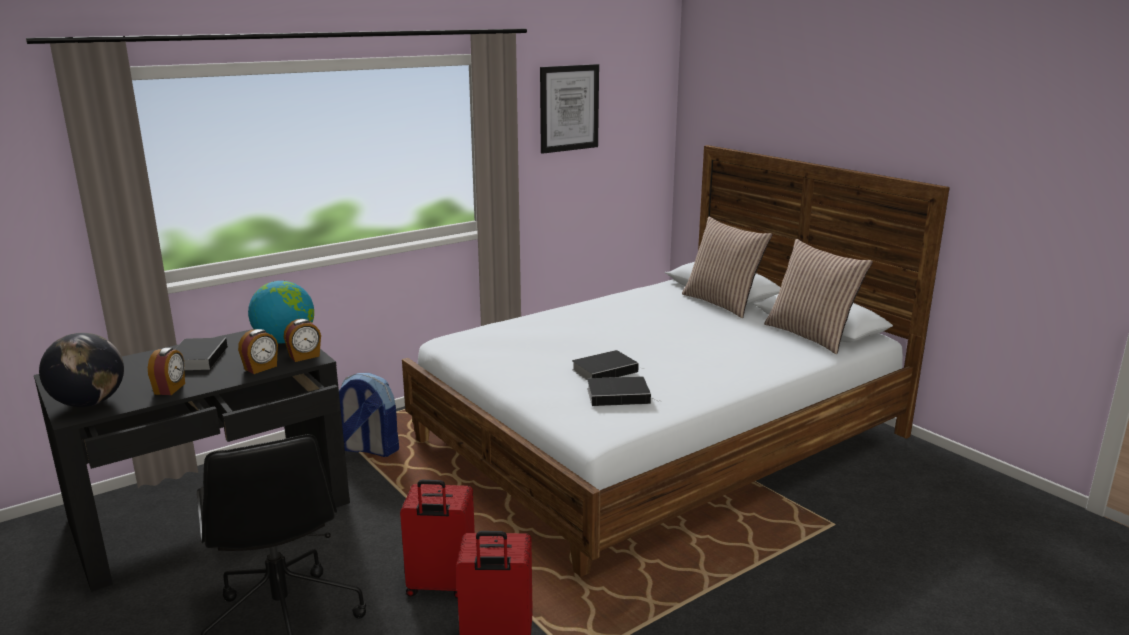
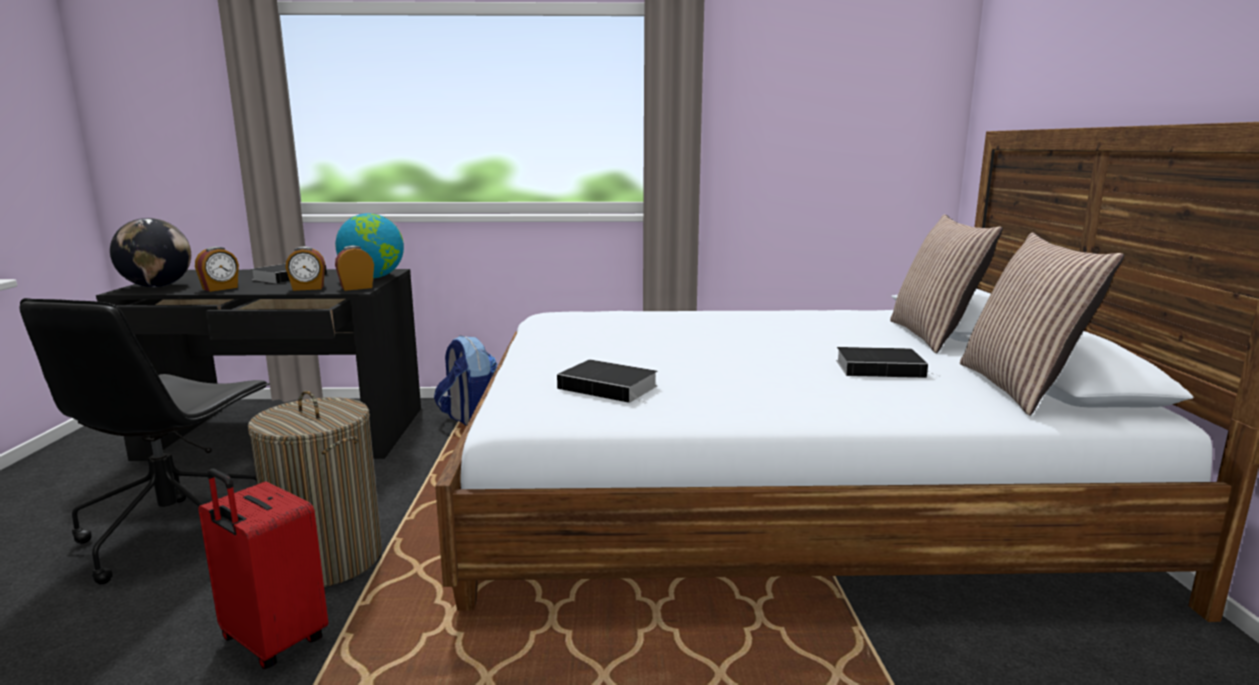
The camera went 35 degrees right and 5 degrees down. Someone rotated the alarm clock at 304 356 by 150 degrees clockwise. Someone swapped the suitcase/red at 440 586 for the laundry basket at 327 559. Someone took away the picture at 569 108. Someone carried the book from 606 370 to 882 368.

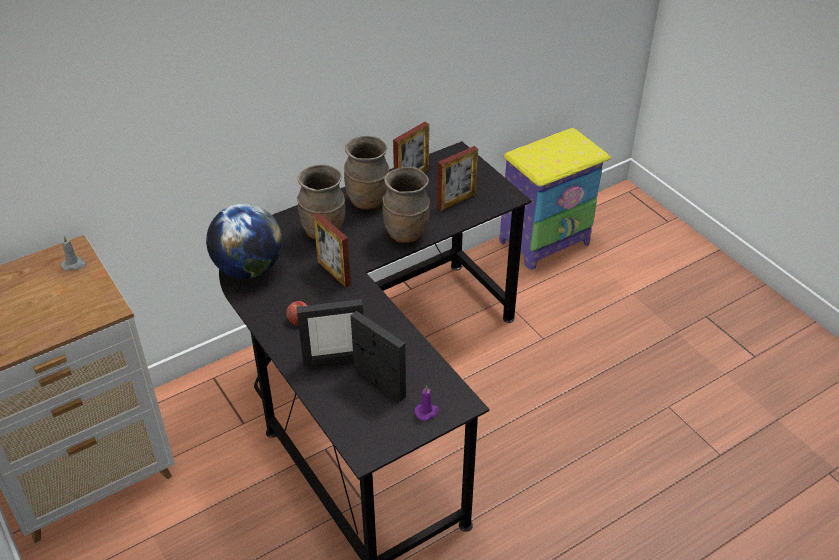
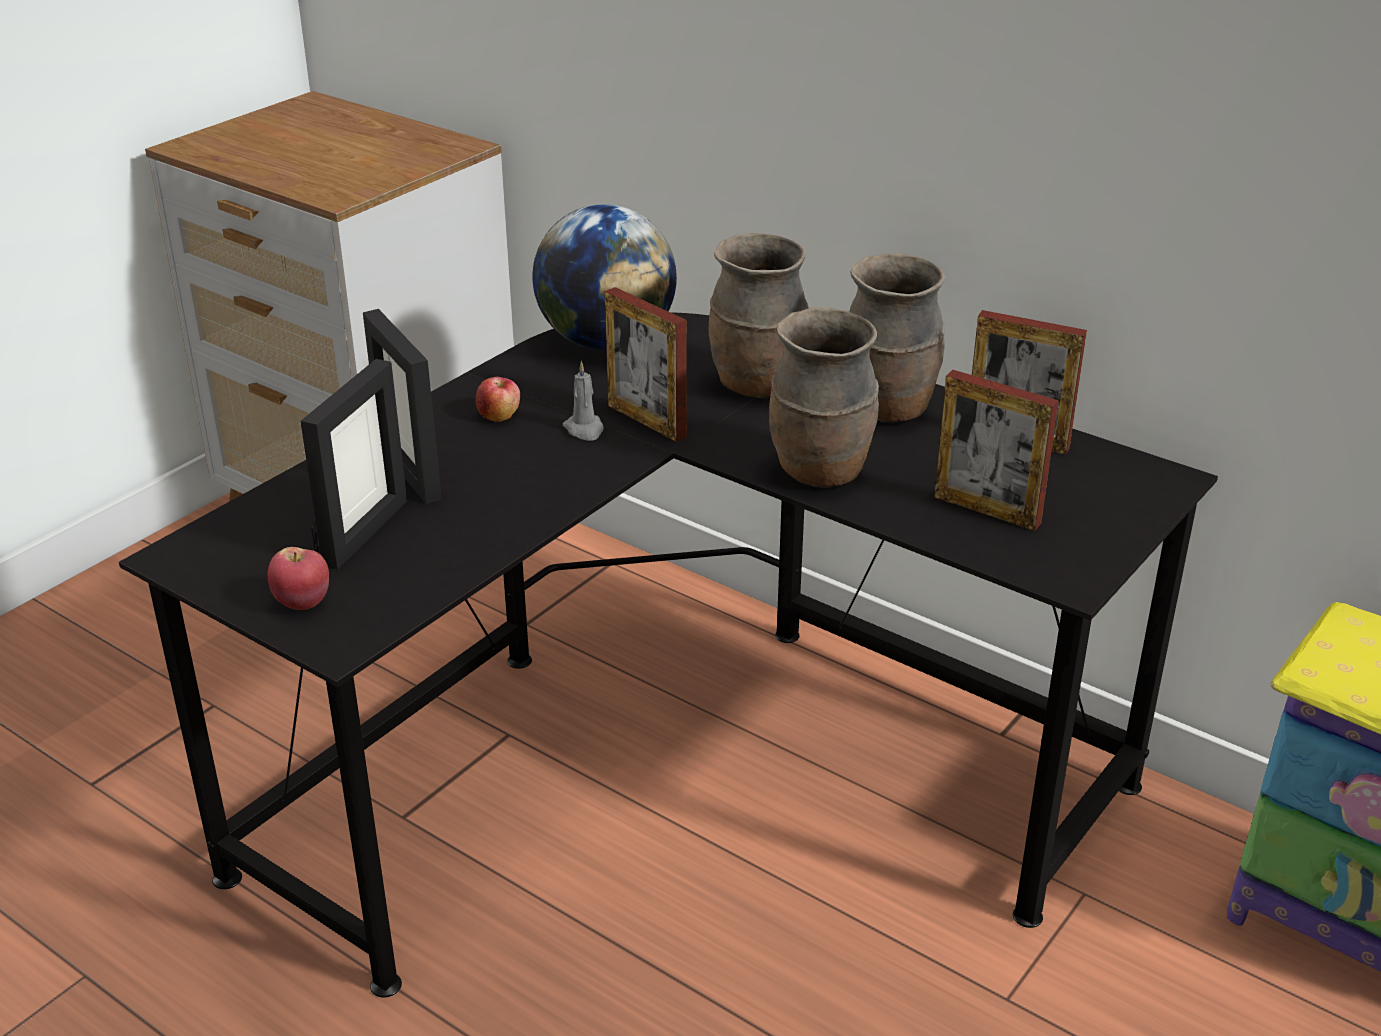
The camera went 70 degrees right and 10 degrees down. Someone carried the candle/grey from 74 265 to 584 430. Someone rotated the picture frame at 334 273 by 75 degrees counterclockwise. Someone swapped the candle/purple at 427 412 for the apple at 303 602.

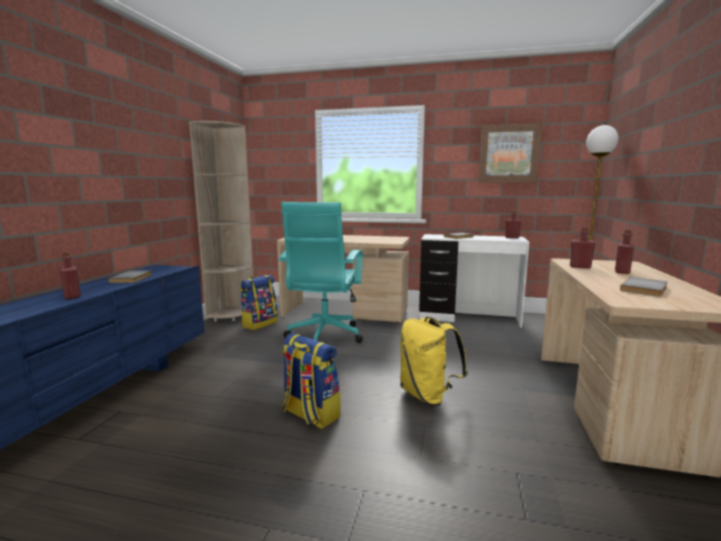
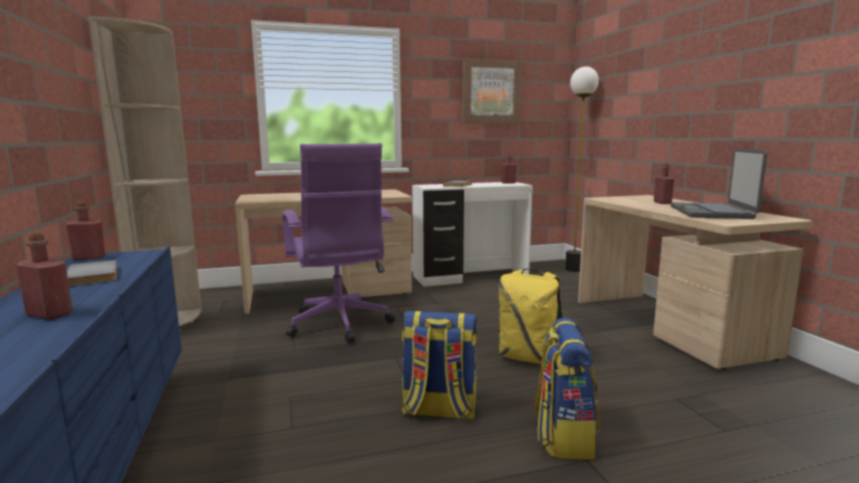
The camera went 30 degrees left and 0 degrees up. Someone carried the backpack from 259 324 to 563 435. Someone repainted the office chair/turquoise at 324 337, which became the office chair/purple at 340 326. Someone carried the bottle/red from 580 267 to 89 258. Someone swapped the book/grey at 646 289 for the laptop at 712 212.

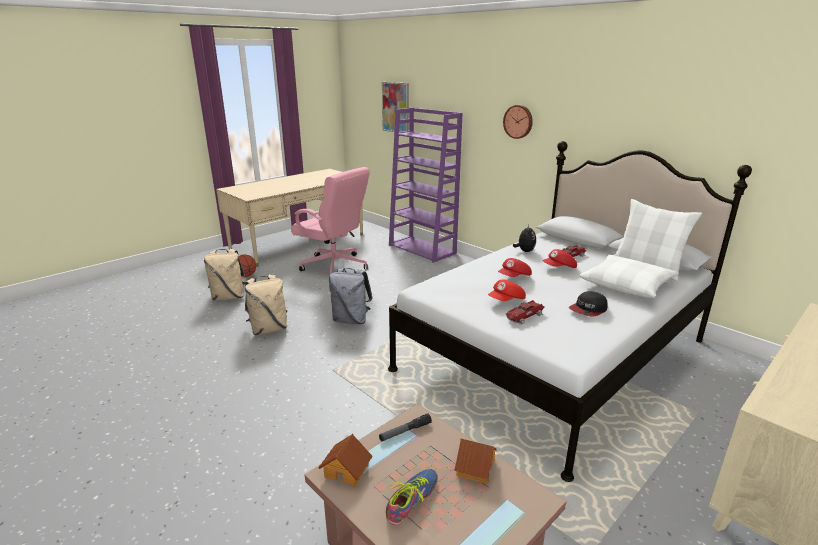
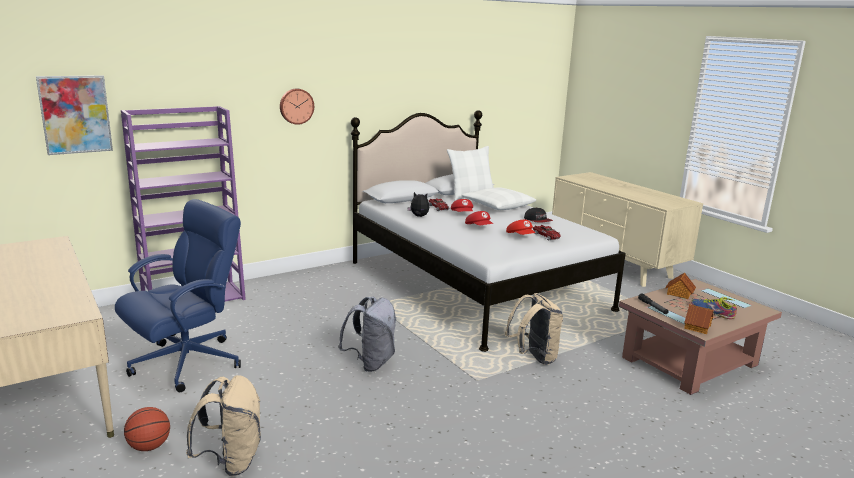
The camera went 80 degrees left and 5 degrees down. Someone carried the backpack/beige from 269 329 to 534 357. Someone repainted the office chair/pink at 334 265, which became the office chair/blue at 186 363.

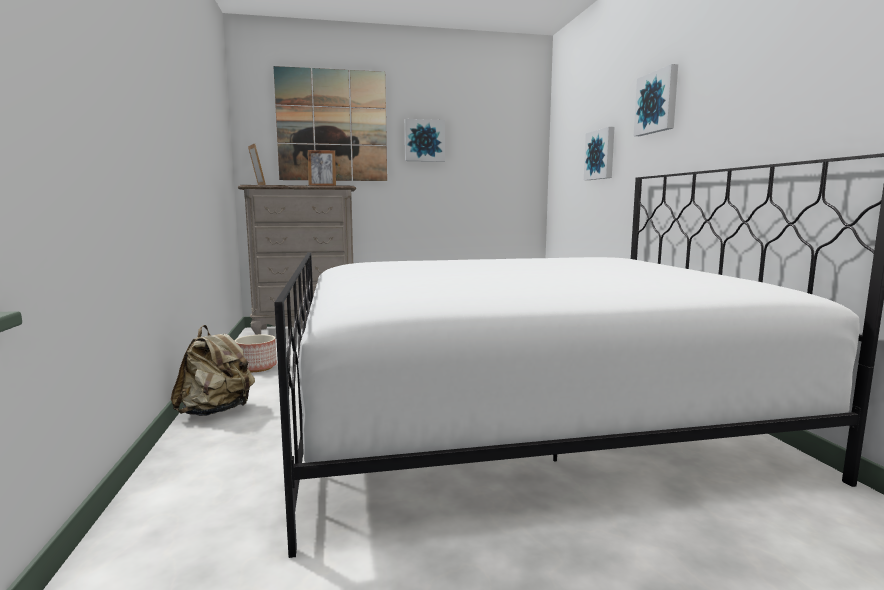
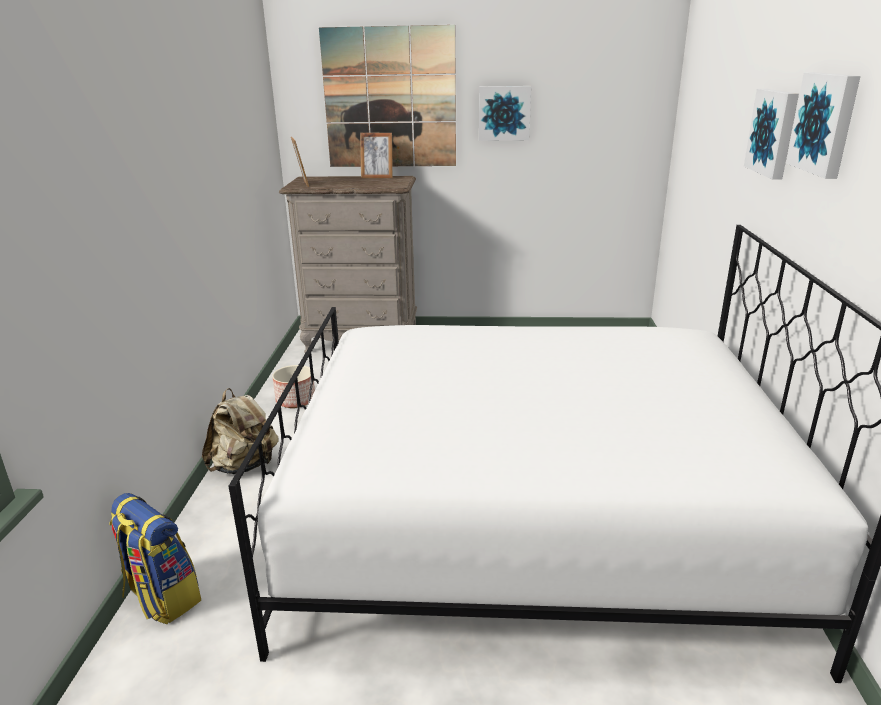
The camera went 15 degrees right and 15 degrees up. Someone carried the picture from 600 154 to 825 123. Someone put down the backpack at 161 597.

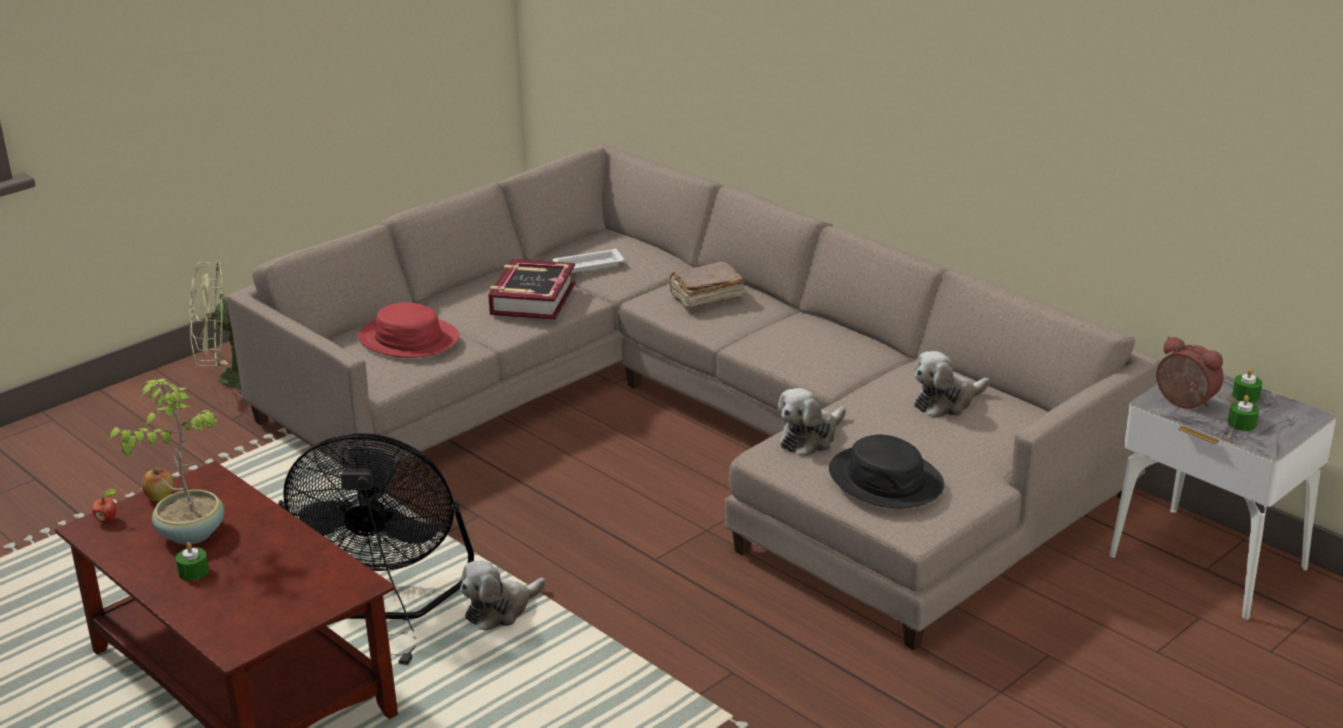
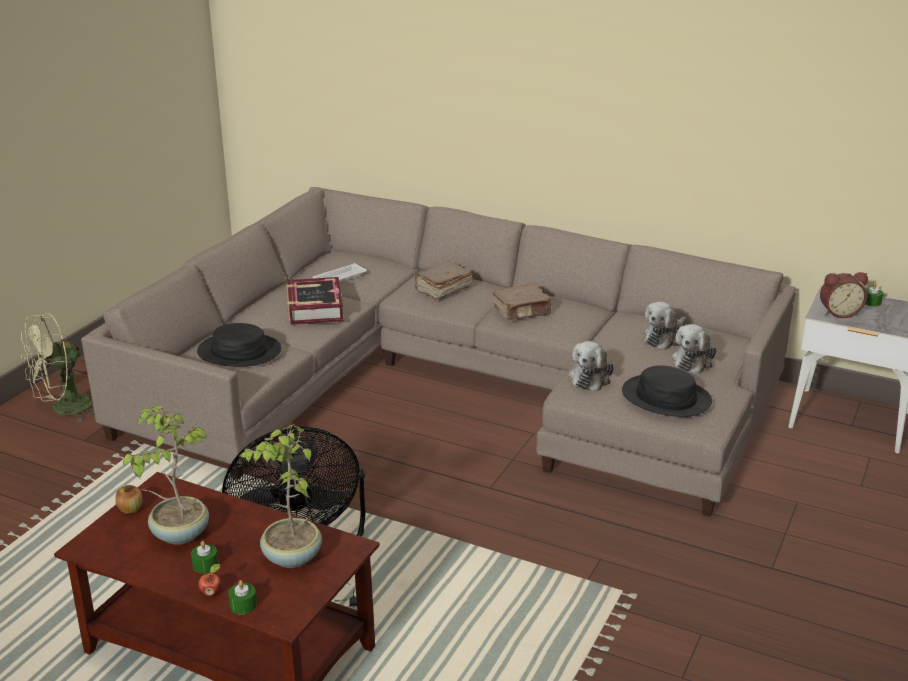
The camera went 20 degrees left and 0 degrees up. Someone carried the apple from 108 520 to 211 593. Someone repainted the hat/red at 408 339, which became the hat/black at 239 352. Someone carried the plush toy from 500 610 to 693 360. Someone rotated the alarm clock at 1183 403 by 150 degrees clockwise. Someone carried the candle/green from 1242 424 to 243 605. Someone put down the potted plant at 291 558. Someone put down the book/brown at 522 311.

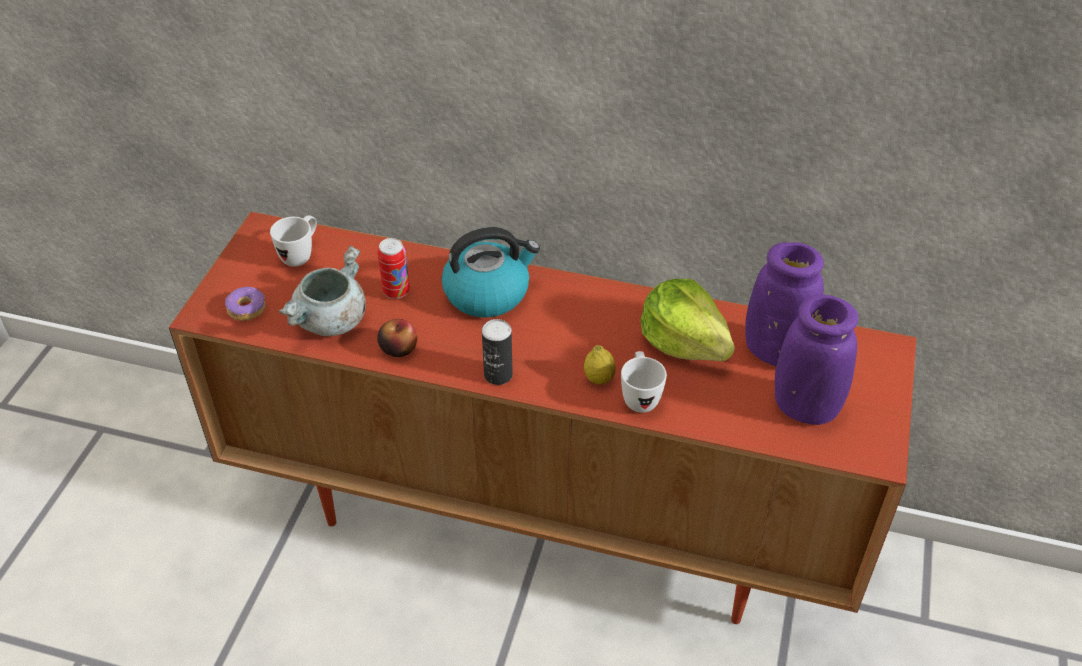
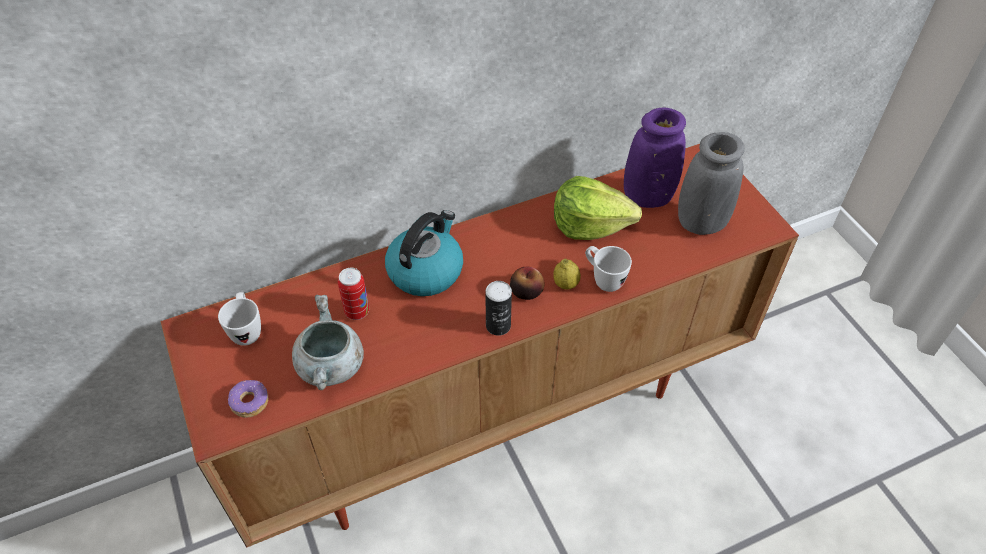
The camera went 40 degrees left and 5 degrees up. Someone carried the apple from 398 348 to 526 291. Someone repainted the vase/purple at 805 407, which became the vase/grey at 701 223.

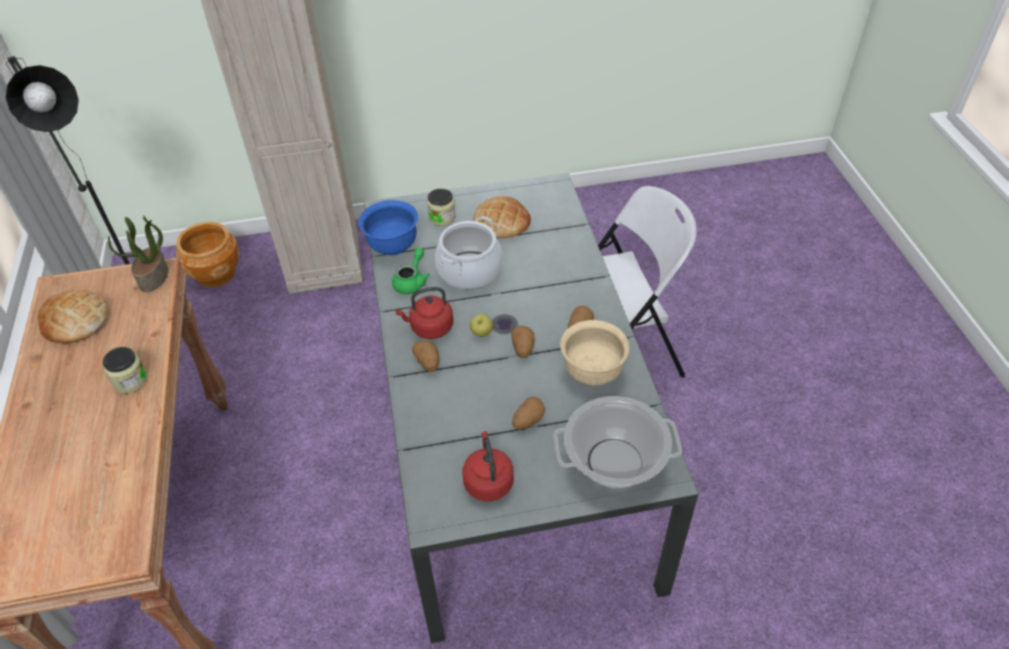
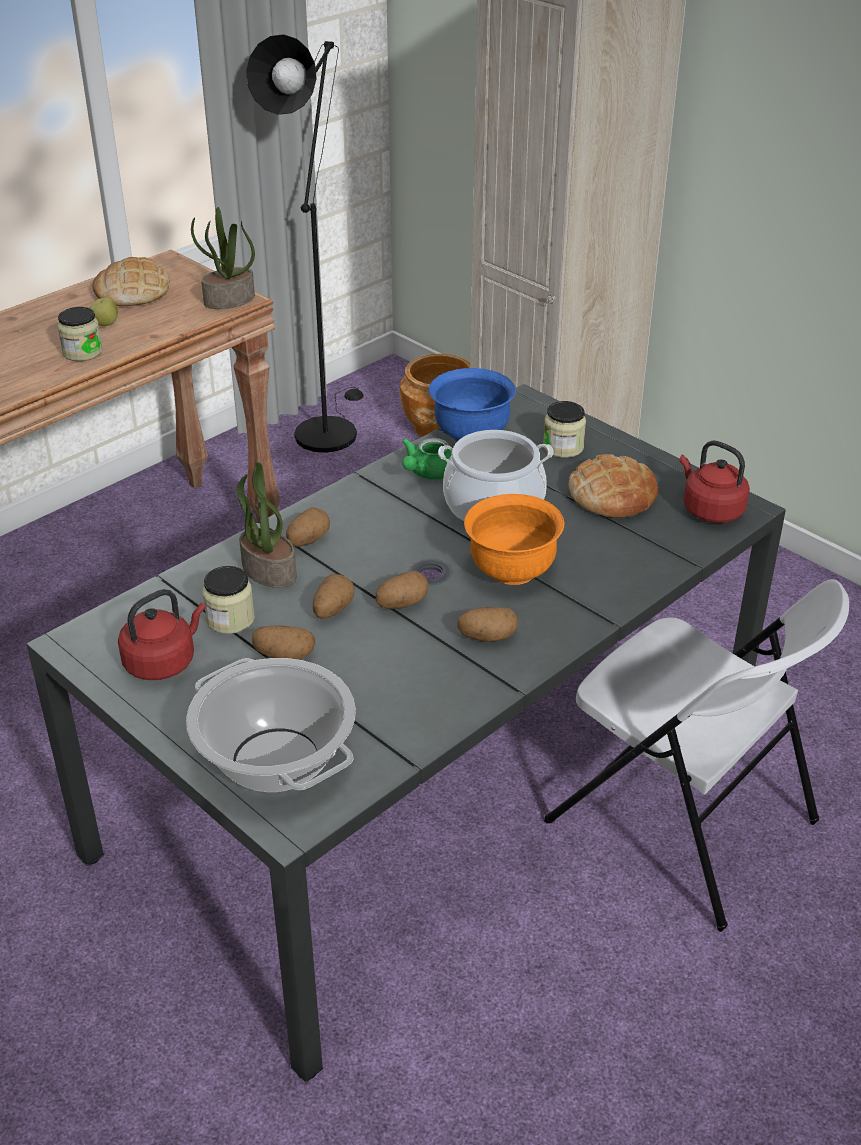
The camera went 55 degrees right and 10 degrees down. Someone rotated the teapot/green at 412 281 by 135 degrees clockwise. Someone carried the kettle/red from 429 328 to 710 510. Someone carried the apple from 482 333 to 105 324. Someone took away the bowl/beige at 592 372. Someone put down the jar at 230 619. Someone put down the potted plant at 267 571. Someone put down the potato at 332 609. Someone put down the bowl/orange at 511 571.

